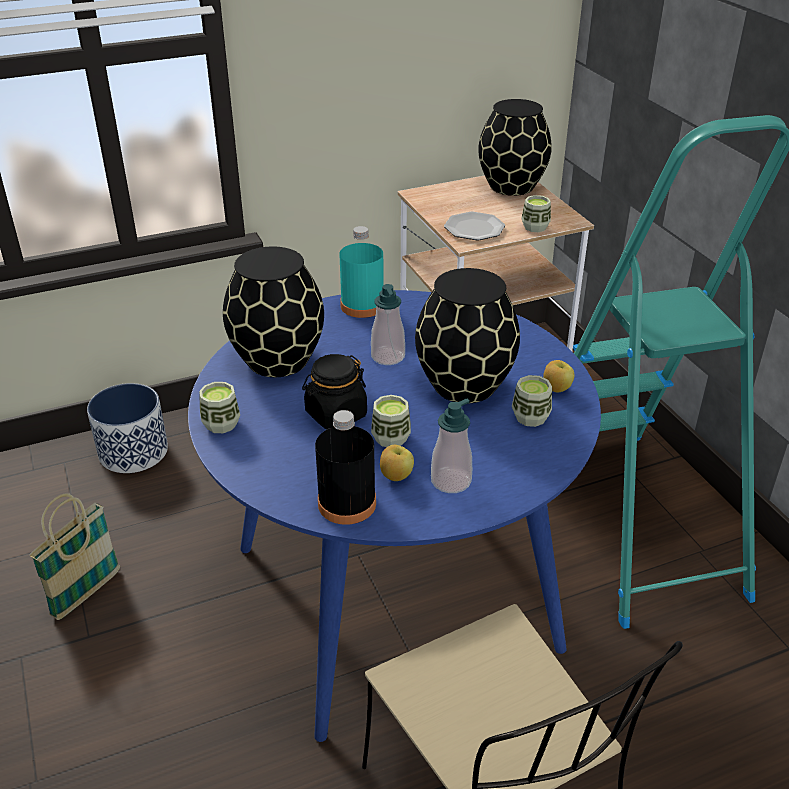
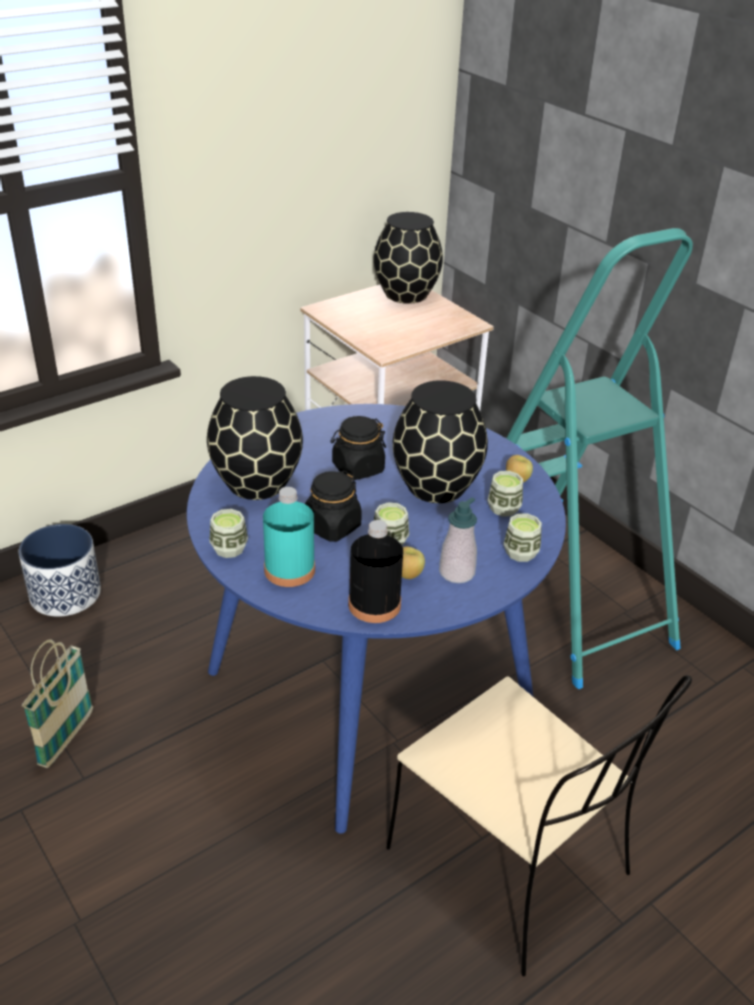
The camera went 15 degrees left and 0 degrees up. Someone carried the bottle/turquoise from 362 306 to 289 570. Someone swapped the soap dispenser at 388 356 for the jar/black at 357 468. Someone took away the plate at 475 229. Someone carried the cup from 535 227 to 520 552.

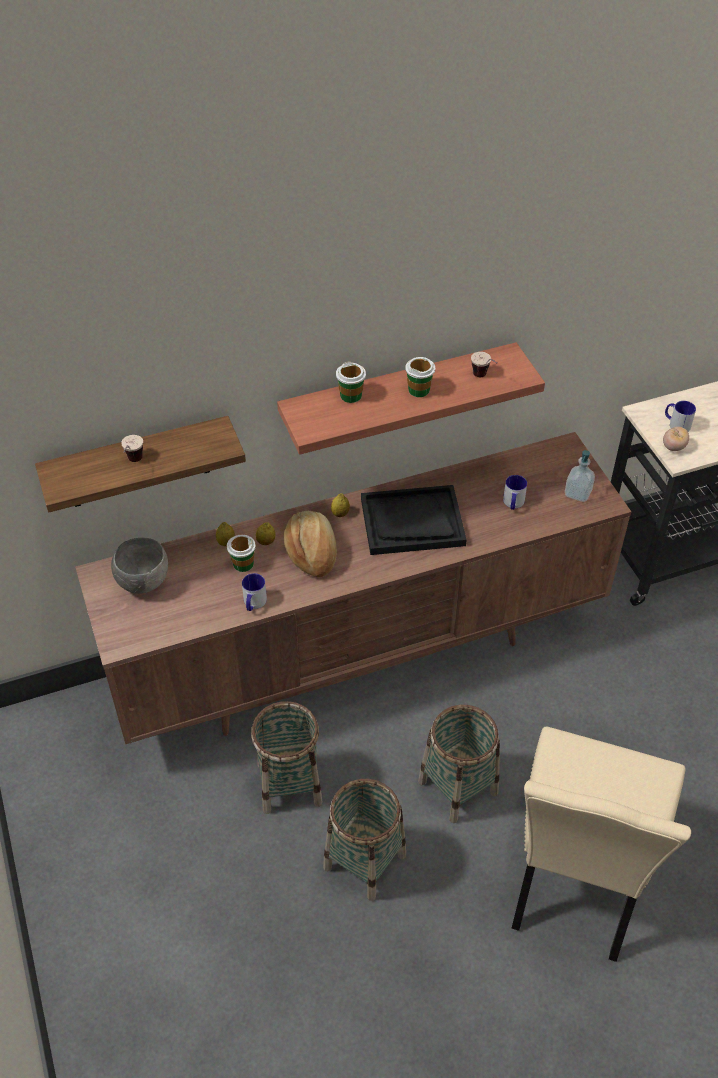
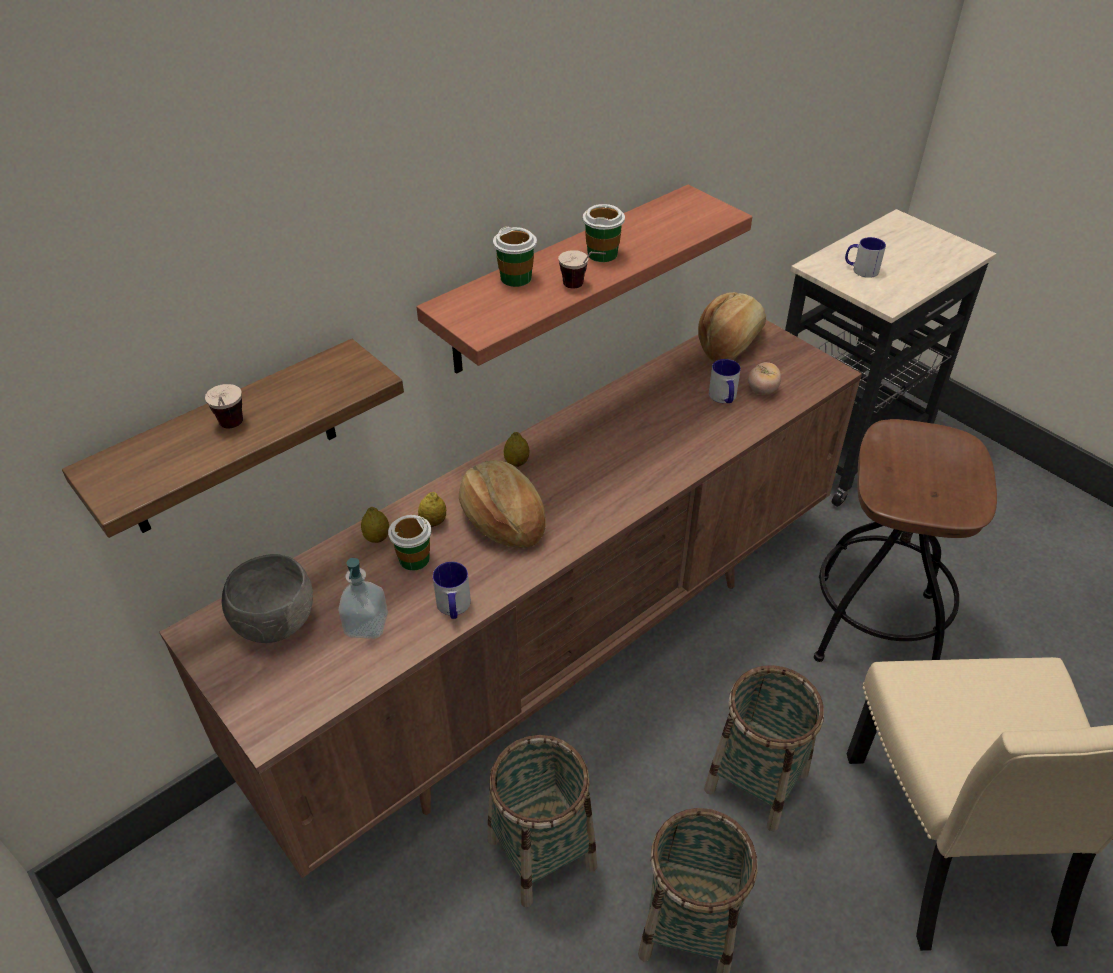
The camera went 20 degrees left and 5 degrees down. Someone took away the tray/black at 412 522. Someone carried the cup from 484 378 to 582 288. Someone carried the soap dispenser from 577 493 to 366 625. Someone carried the tomato from 673 447 to 762 390. Someone put down the bread at 730 343. Someone put down the stool/brown at 874 626.

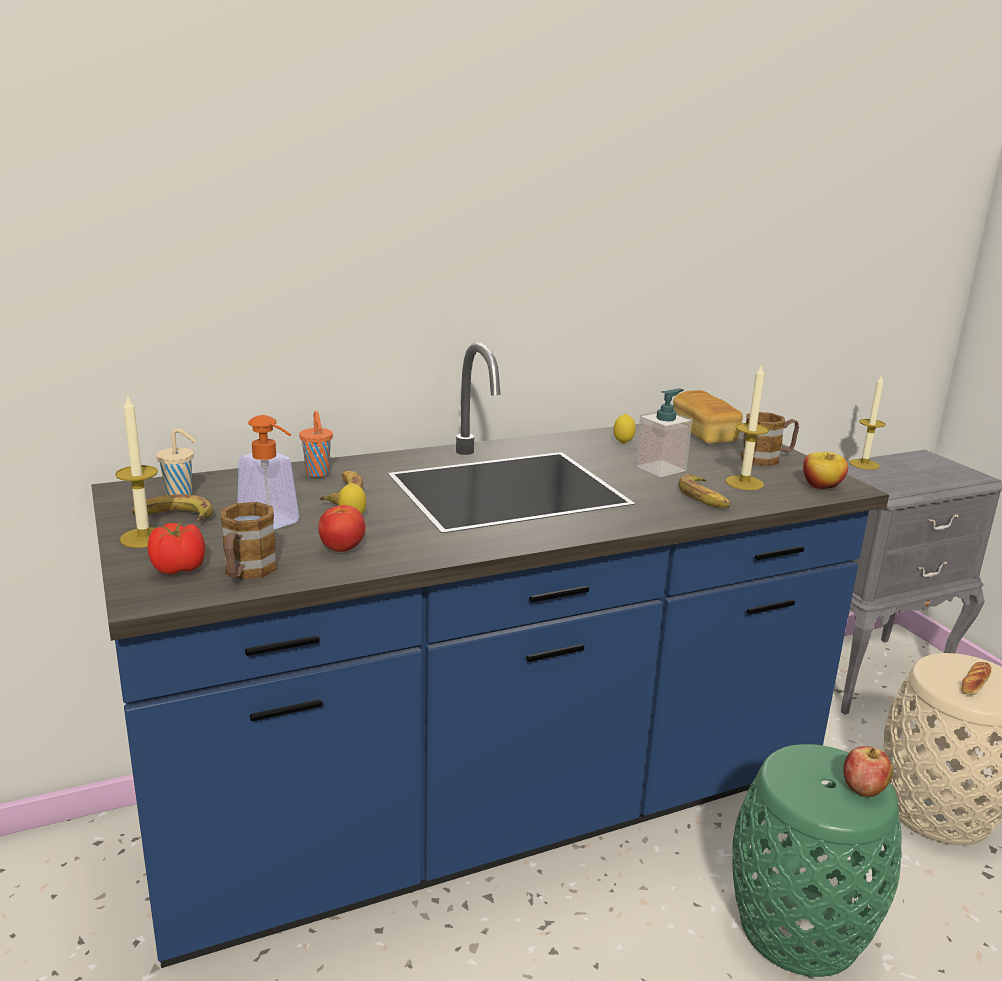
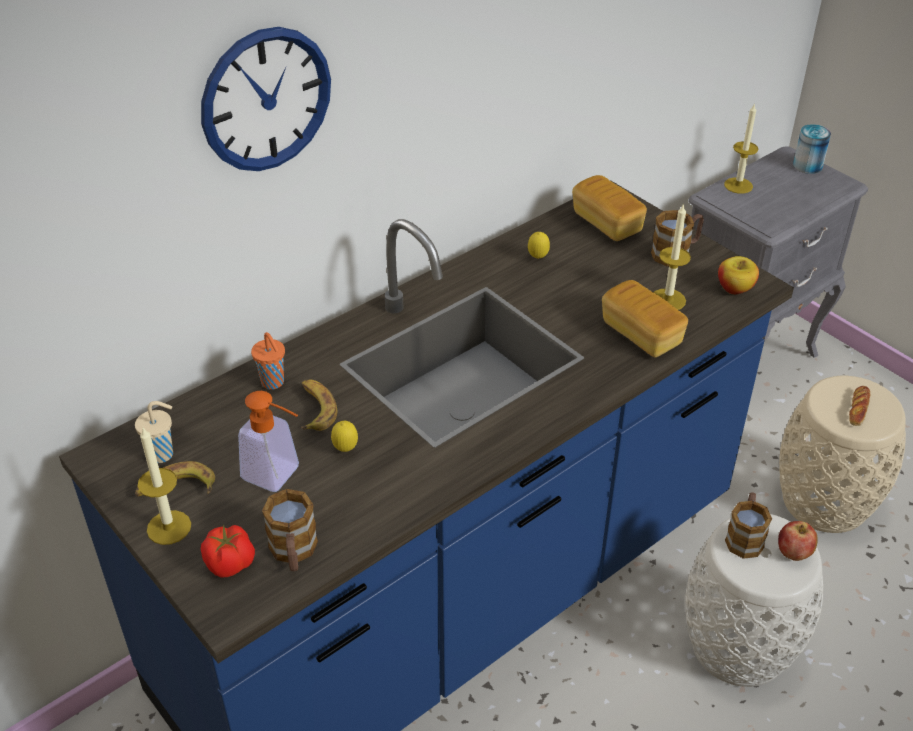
The camera went 15 degrees left and 20 degrees up. Someone took away the tomato at 342 548. Someone took away the soap dispenser at 661 468. Someone swapped the banana at 704 498 for the bread at 641 333. Someone repainted the stool/green at 799 929, which became the stool/white at 739 646. Someone put up the wall clock at 266 100. Someone put down the mug at 745 536. Someone put down the can at 807 165.

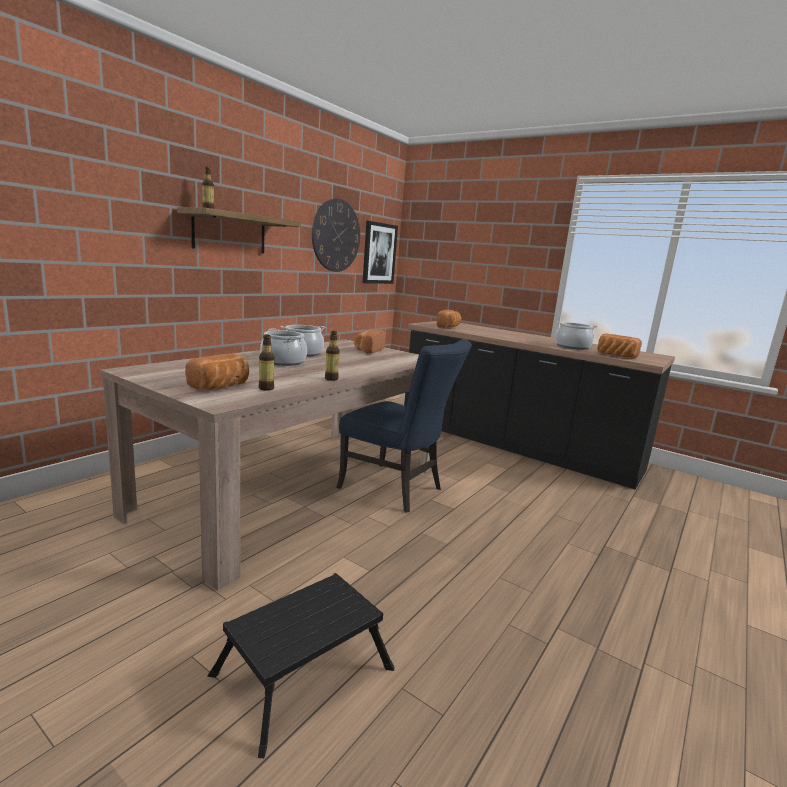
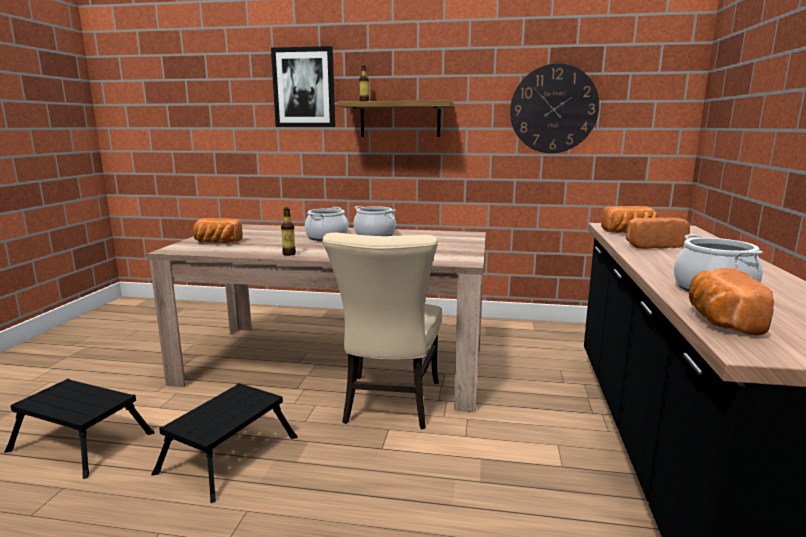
The camera went 65 degrees right and 0 degrees up. Someone took away the bottle at 266 388. Someone repainted the chair/blue at 396 489, which became the chair/beige at 389 404. Someone carried the bread from 368 350 to 652 245. Someone carried the picture from 379 253 to 304 88. Someone put down the step ladder/black at 229 454.

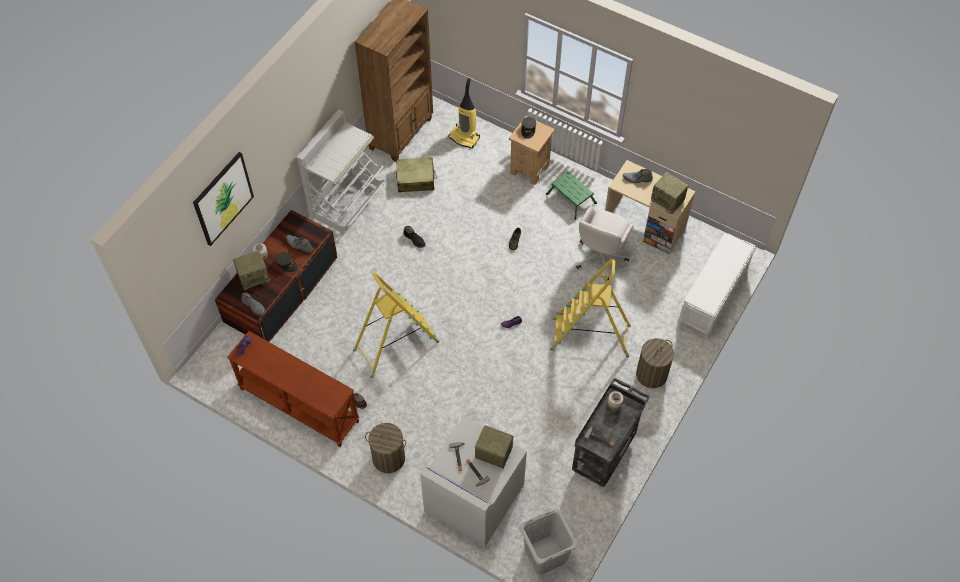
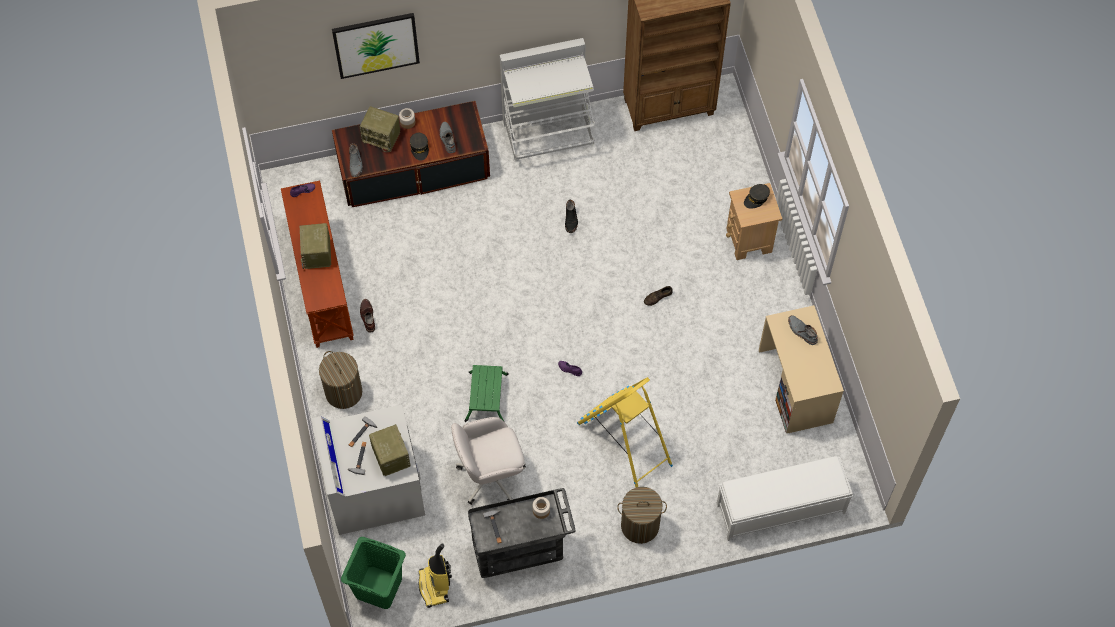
The camera went 45 degrees right and 5 degrees up. Someone took away the step ladder/yellow at 396 345. Someone took away the suitcase/beige at 416 179. Someone carried the vacuum cleaner from 465 138 to 435 587. Someone repainted the laundry basket/grey at 545 555, which became the laundry basket/green at 378 587. Someone carried the step ladder/green from 571 199 to 486 397. Someone carried the office chair/white from 600 258 to 491 476. Someone carried the radio from 668 200 to 317 254.

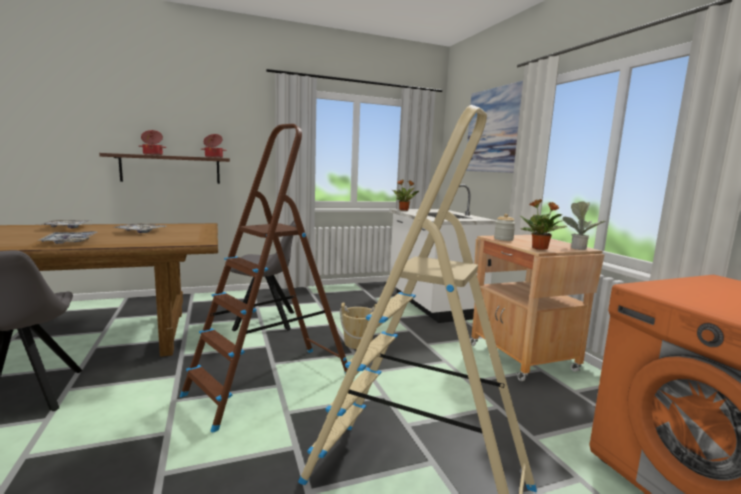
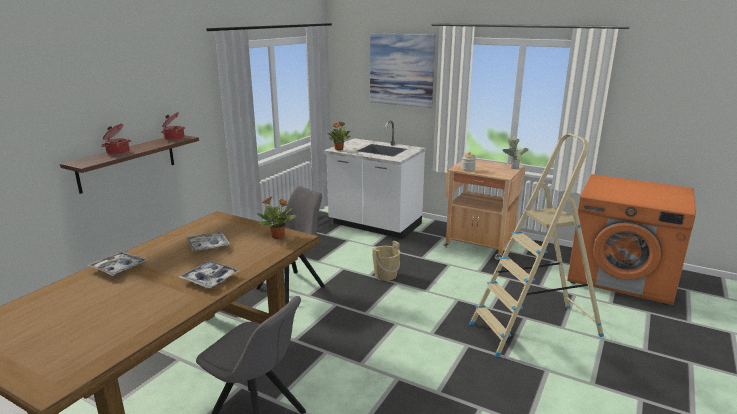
The camera went 40 degrees left and 10 degrees up. Someone took away the step ladder/brown at 270 384. Someone carried the potted plant from 540 248 to 278 236.

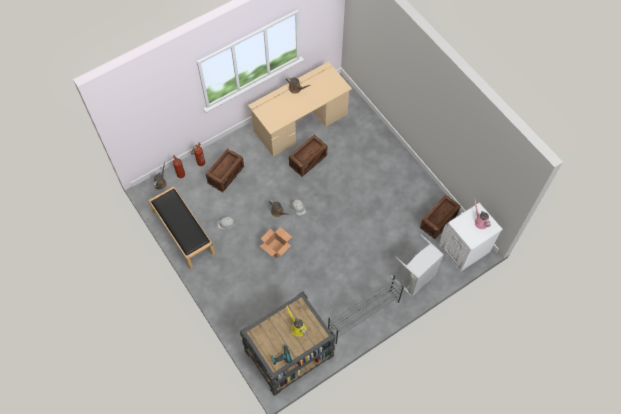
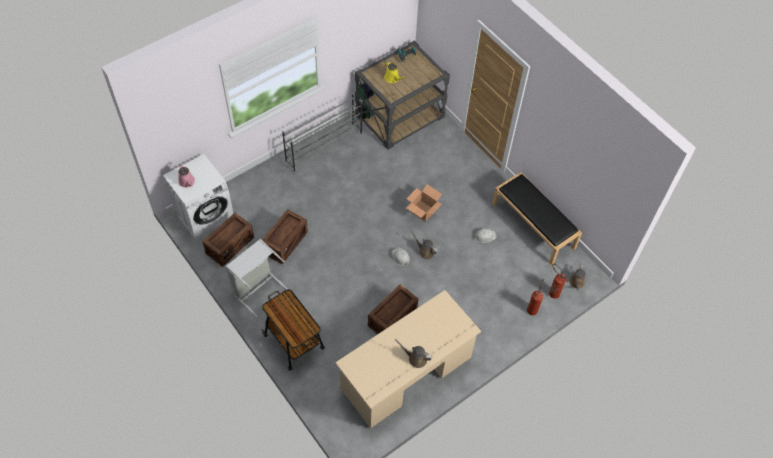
The camera went 175 degrees right and 5 degrees down. Someone carried the crate from 226 175 to 285 242. Someone carried the laundry basket/grey from 416 278 to 257 289. Someone put down the cart at 294 343.

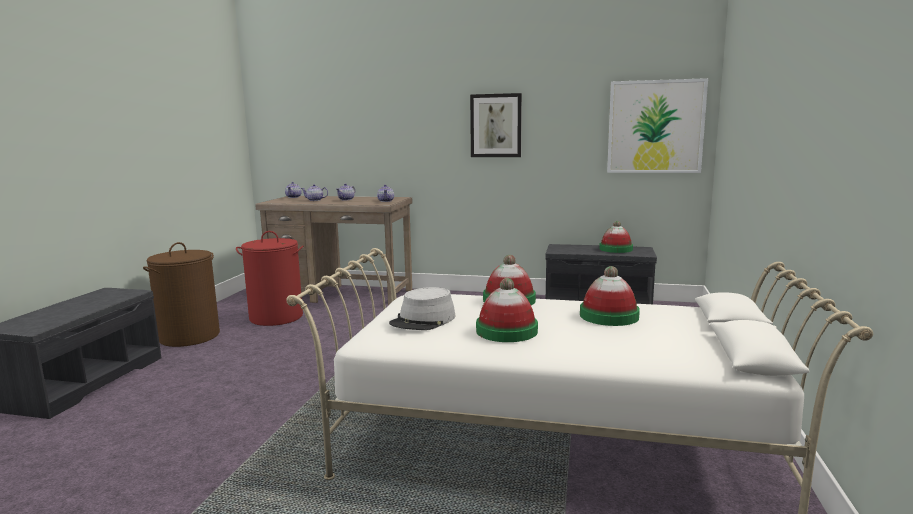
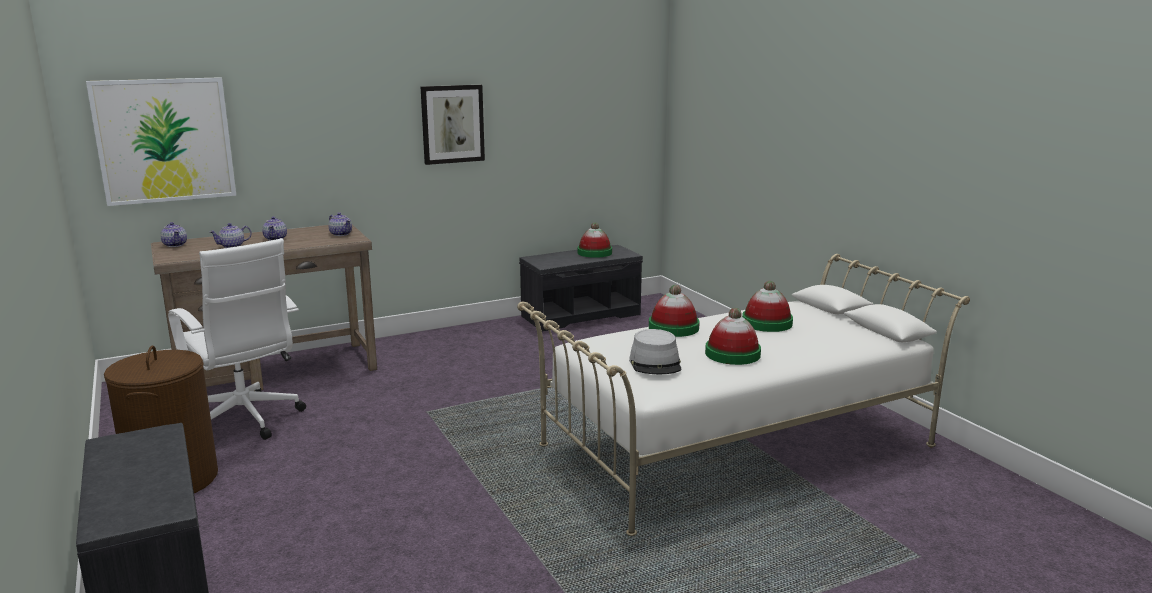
The camera went 40 degrees left and 5 degrees up. Someone swapped the laundry basket/red at 276 317 for the office chair/white at 247 422. Someone carried the picture from 655 127 to 164 140.

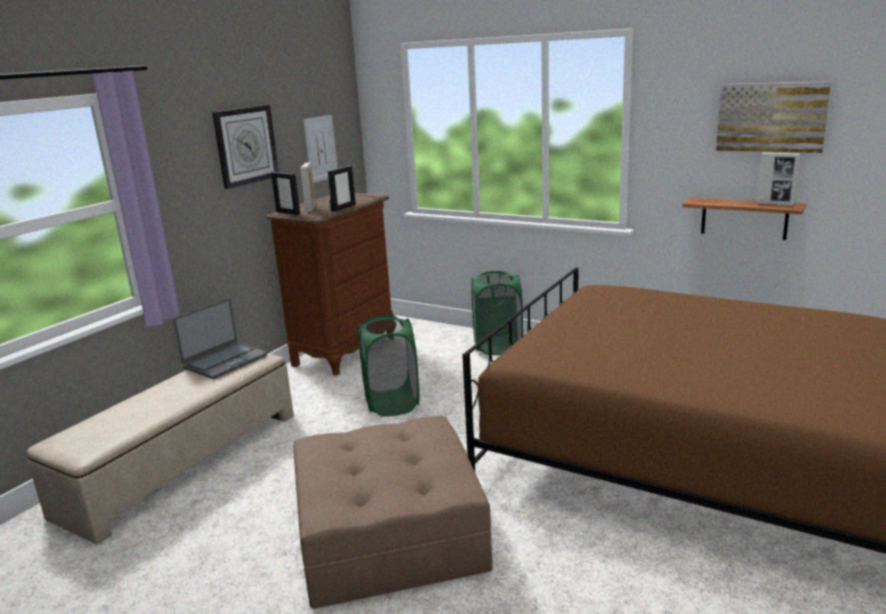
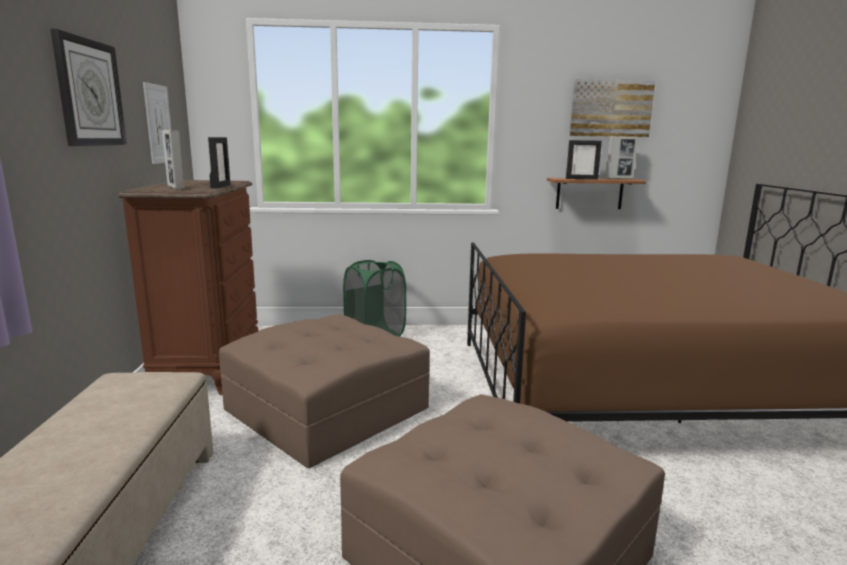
The camera went 35 degrees left and 5 degrees down. Someone took away the laptop at 225 361. Someone carried the picture frame from 288 212 to 581 179. Someone swapped the laundry basket/green at 392 403 for the ottoman/brown at 327 409.

